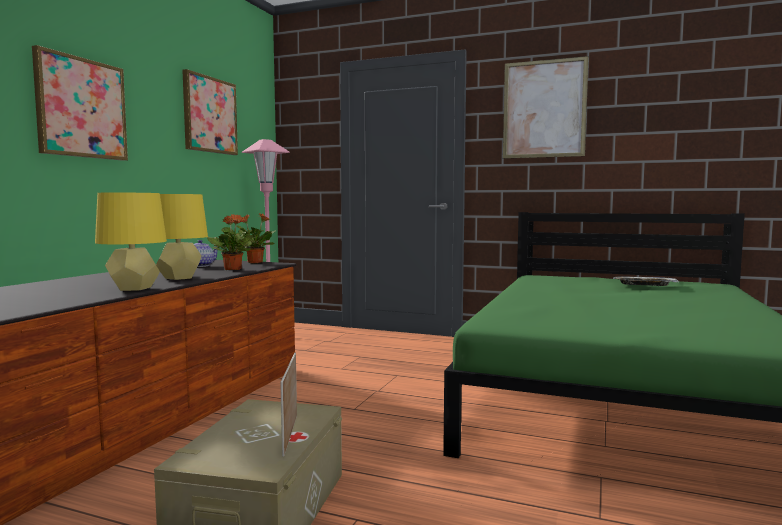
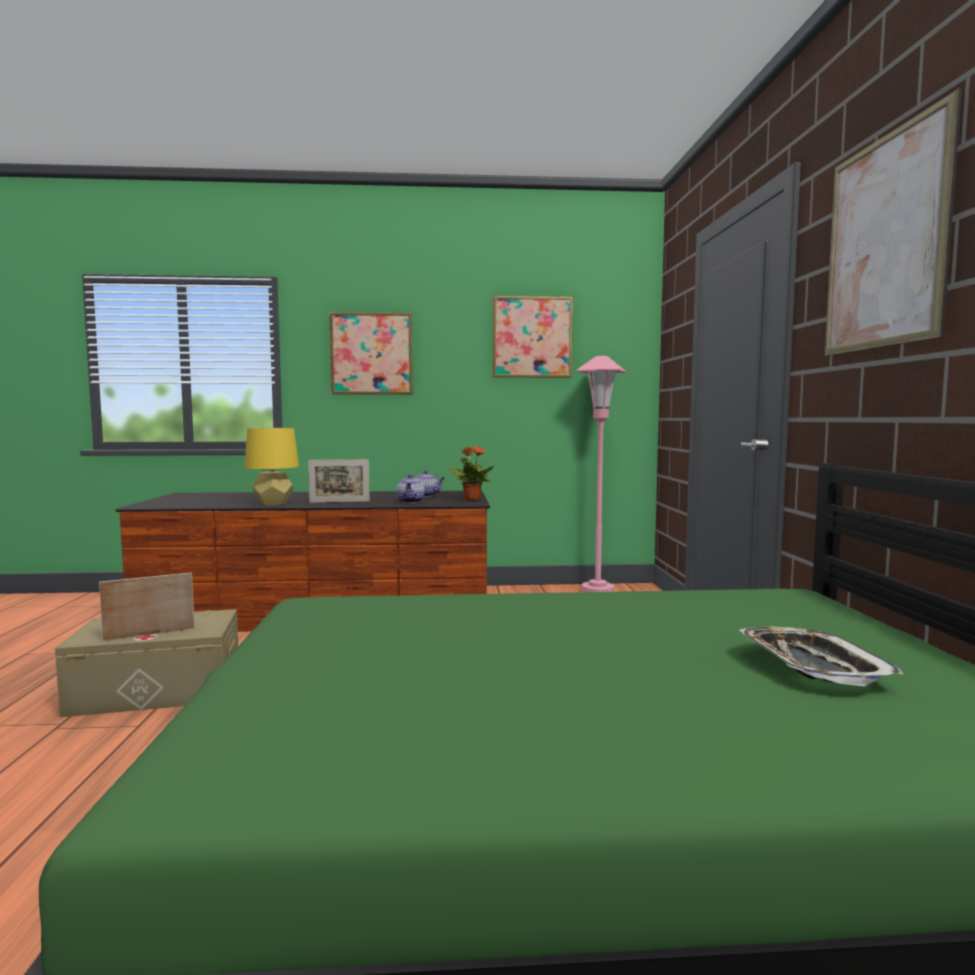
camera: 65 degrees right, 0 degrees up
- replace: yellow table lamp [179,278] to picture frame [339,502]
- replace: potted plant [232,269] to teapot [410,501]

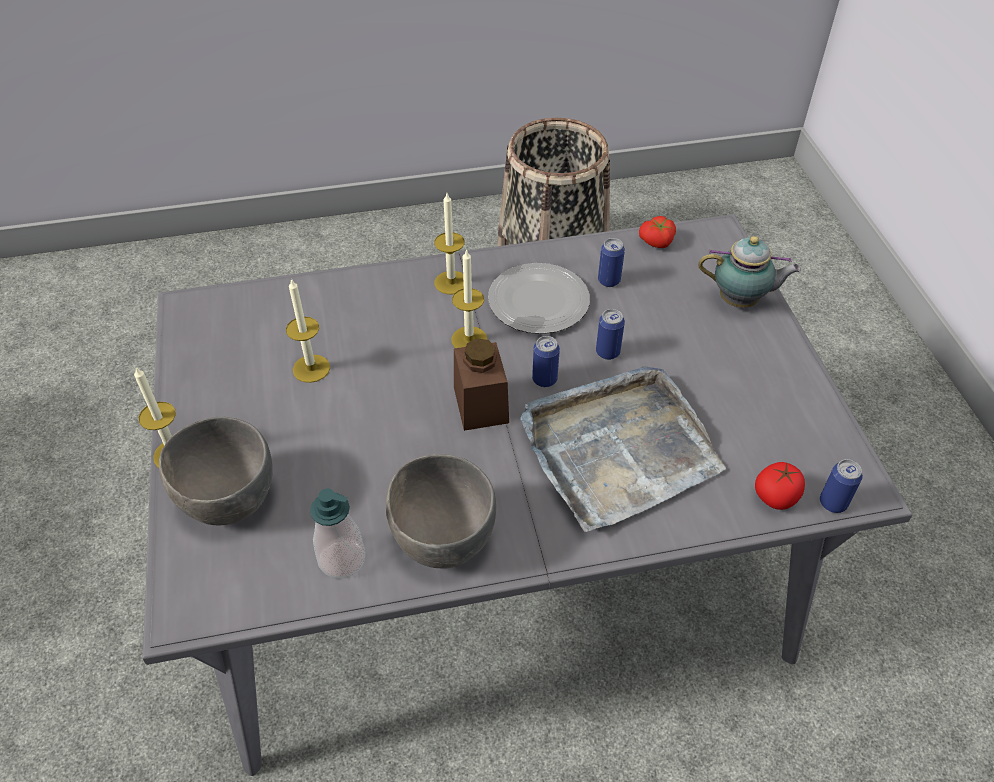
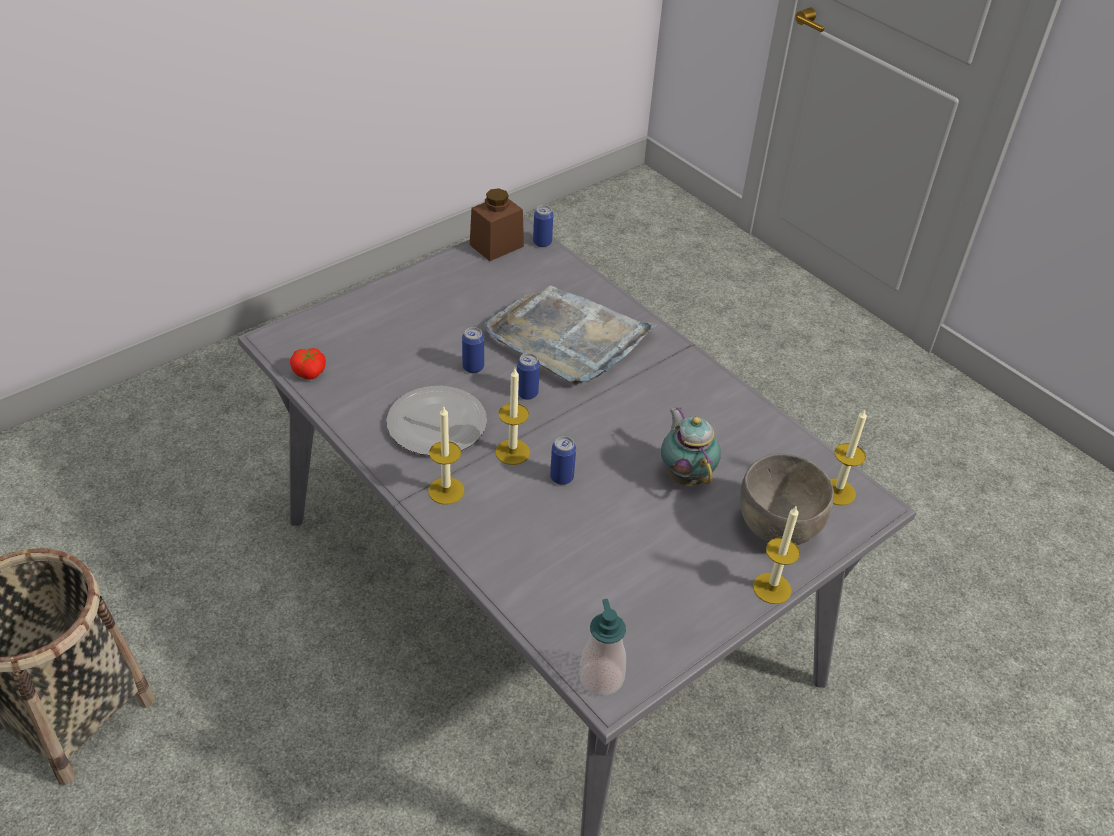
camera: 120 degrees left, 5 degrees down
- move: teapot [741,301] to [685,474]
- move: can [609,280] to [561,477]
- move: candle [311,368] to [837,492]
- move: brown jar [481,405] to [496,245]
- delete: grey bowl [443,538]
- delete: tomato [775,496]
- move: soap dispenser [342,559] to [601,678]

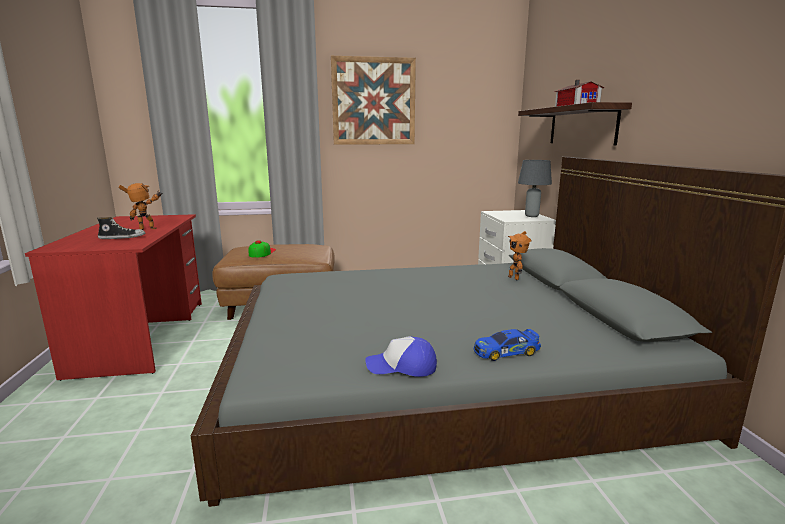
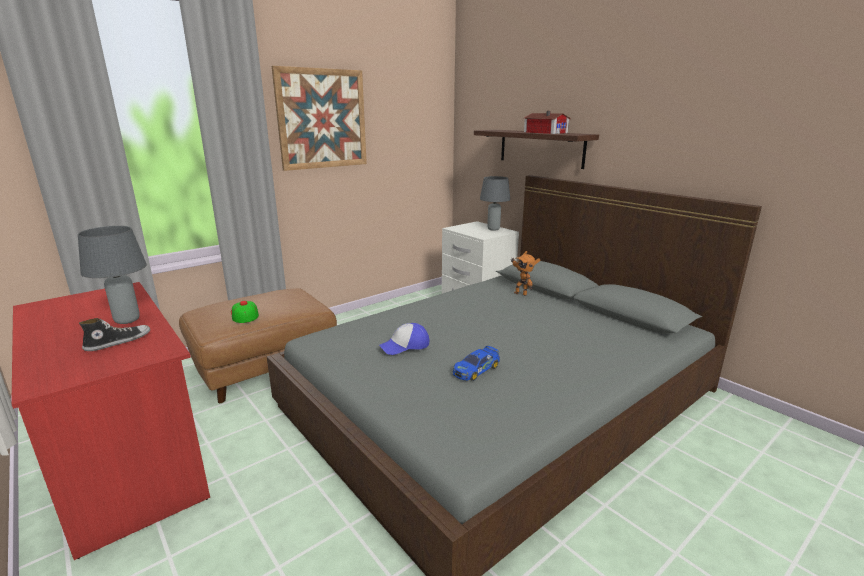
camera: 30 degrees left, 5 degrees up
- replace: toy robot [147,229] to grey table lamp [126,320]
- move: toy car [506,352] to [476,369]
- move: cap [402,367] to [405,346]

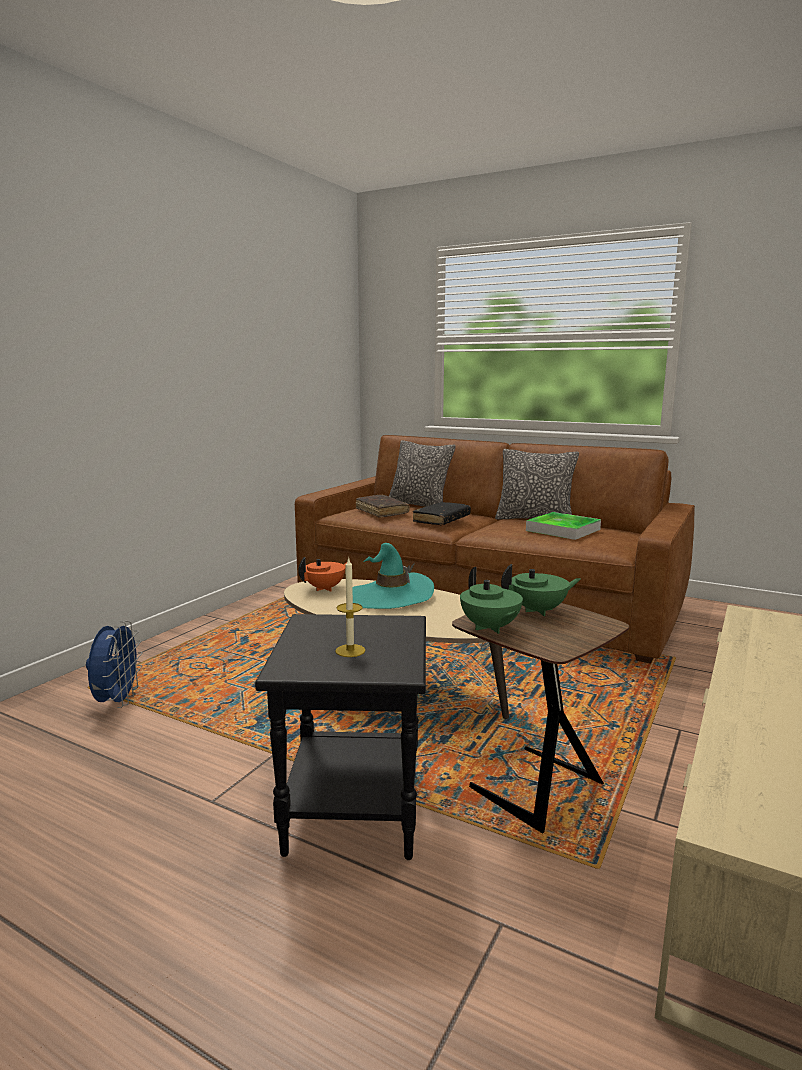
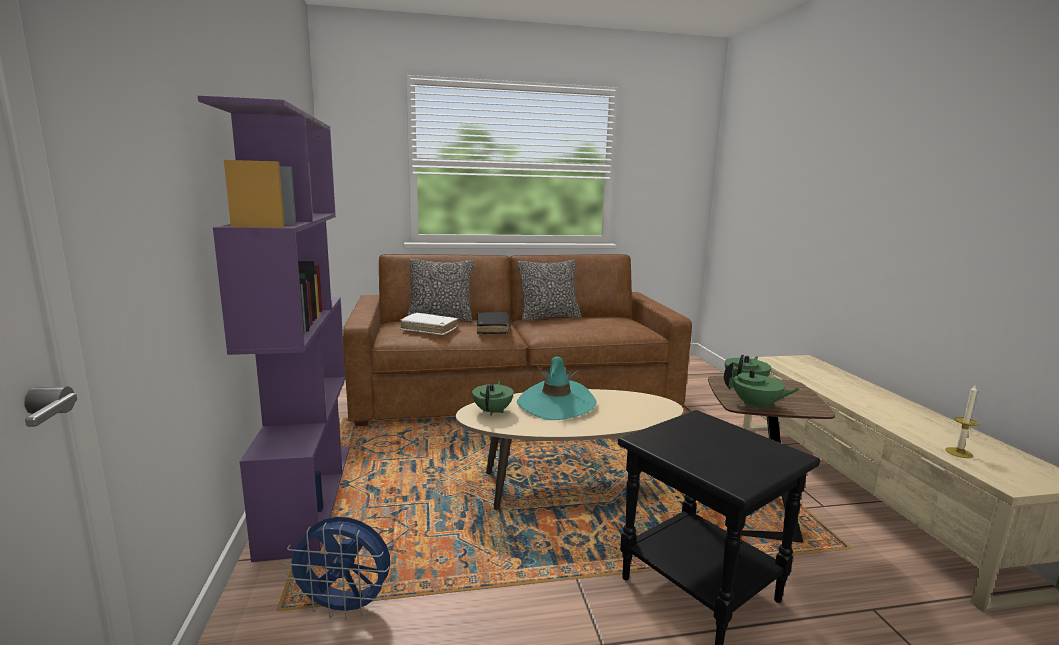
camera: 40 degrees left, 0 degrees up
- recolor: brown book [381,512] to white book [429,329]
- delete: tray [563,530]
- recolor: orange teapot [325,588] to green teapot [493,411]
- move: candle [350,650] to [959,452]
- rotate: blue fan [117,702] = [345,607] 135 degrees clockwise
- insert: purple bookcase [307,495]

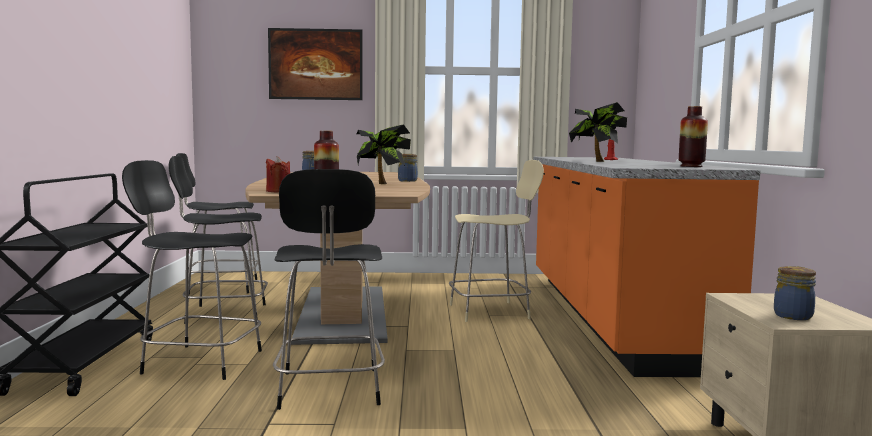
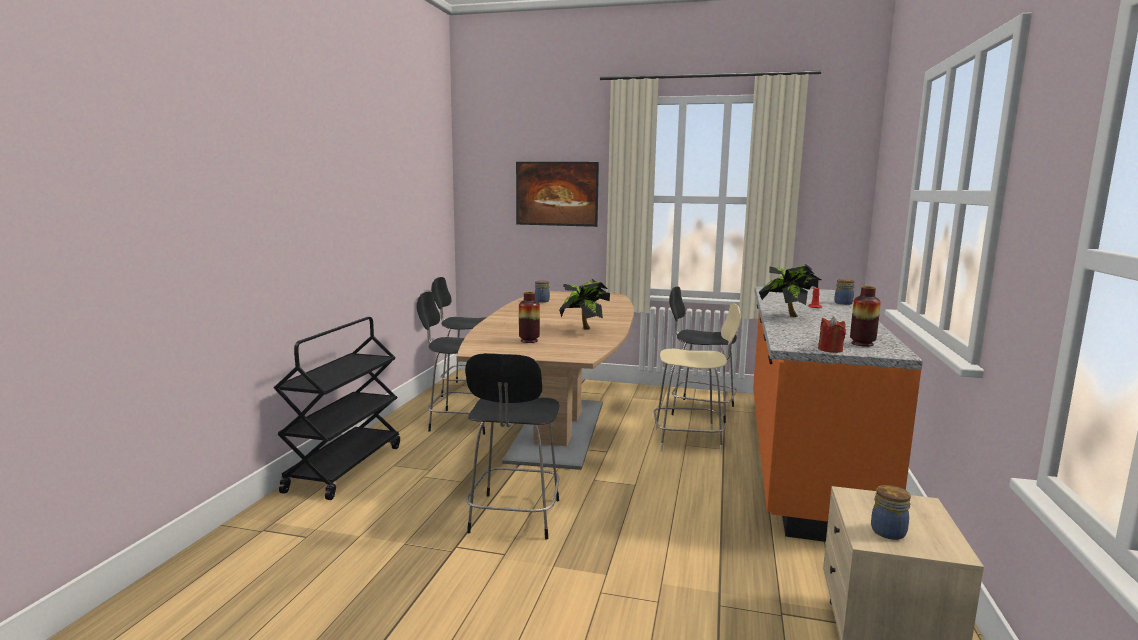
camera: 15 degrees right, 5 degrees up
- move: jar [407,181] to [843,303]
- move: red candle [278,191] to [830,349]
- move: black chair [199,361] to [700,410]

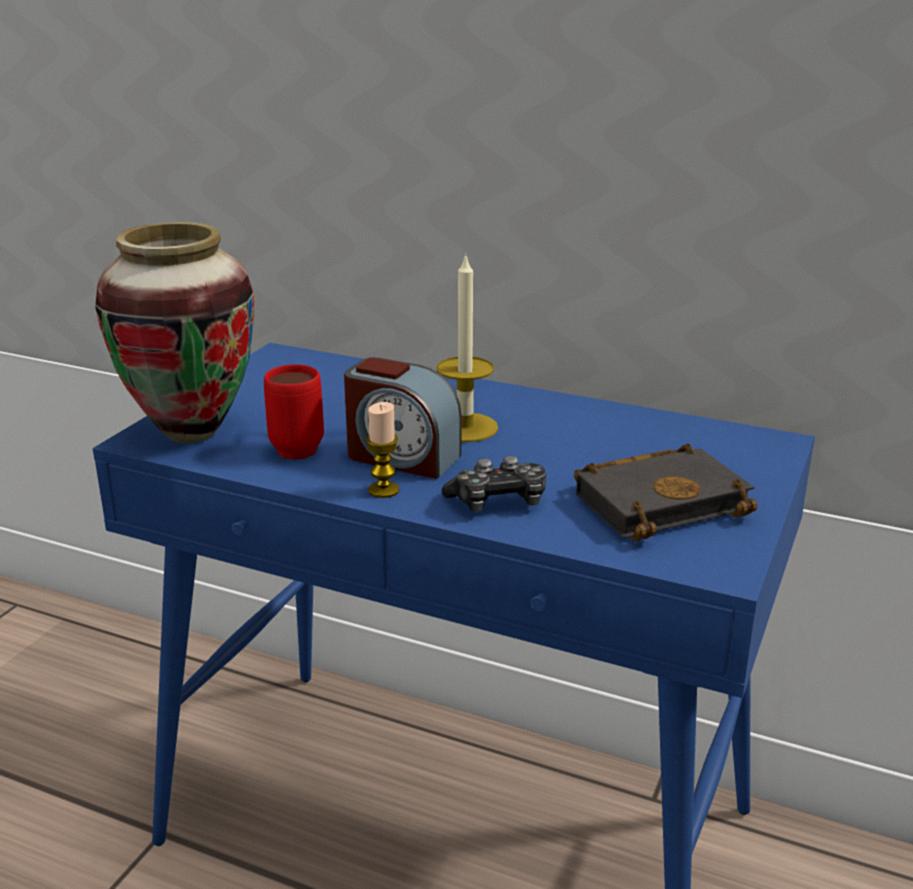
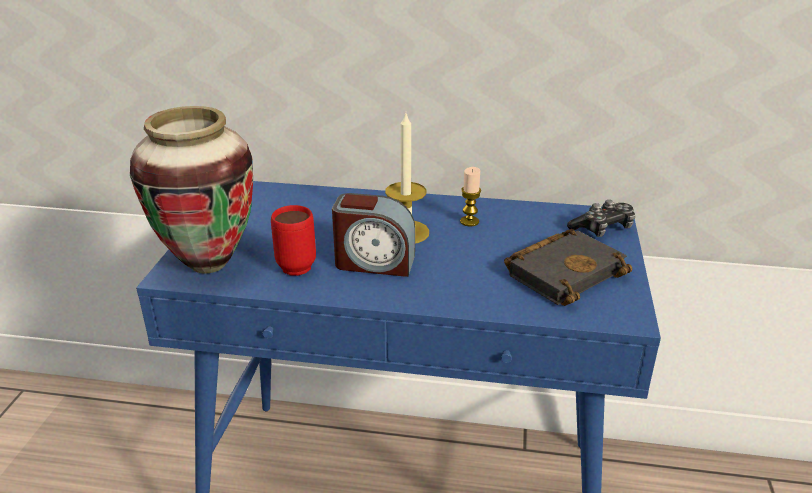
camera: 15 degrees left, 5 degrees up
- move: candle [383,490] to [469,221]
- move: game controller [498,502] to [602,229]

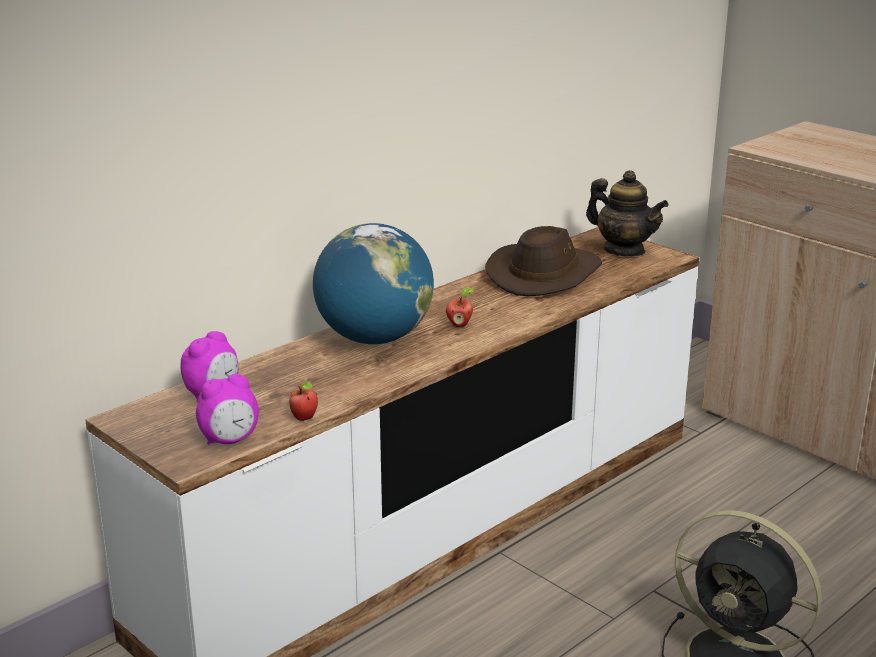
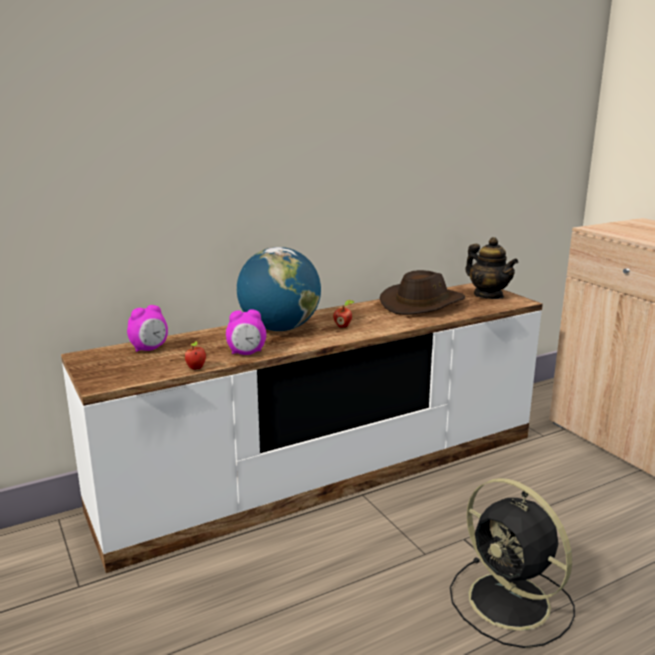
camera: 15 degrees right, 5 degrees down
- move: alarm clock [230,440] to [246,353]

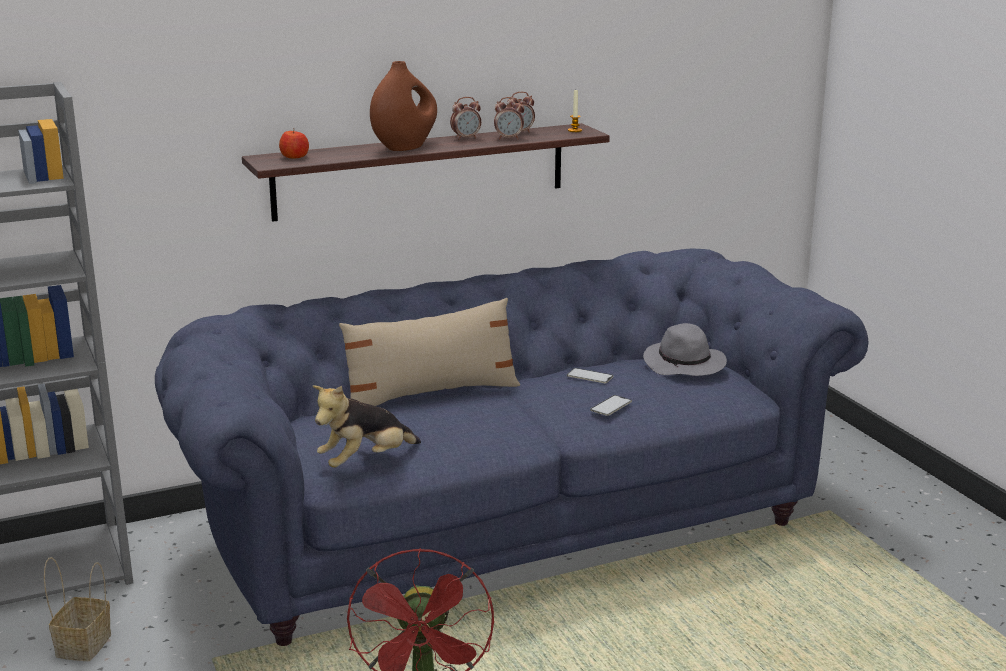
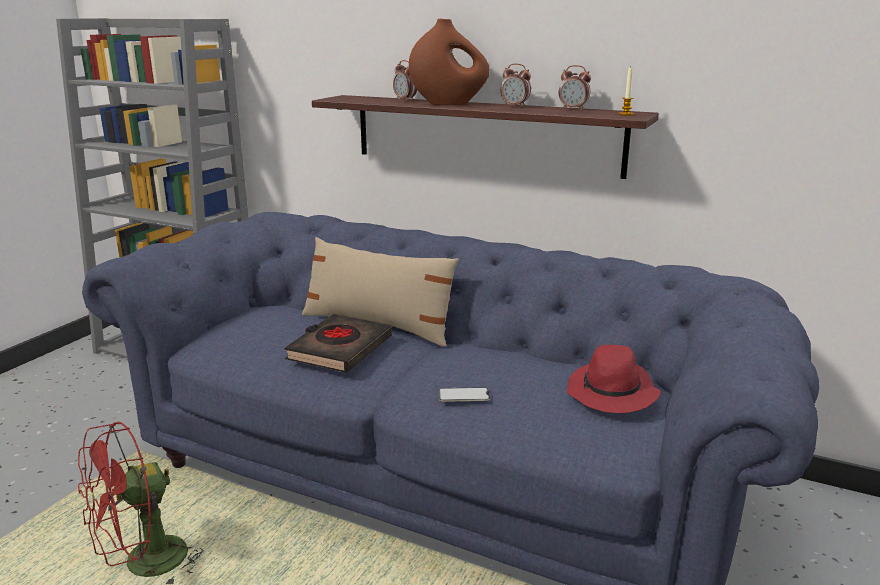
camera: 50 degrees right, 0 degrees up
- move: alarm clock [509,138] to [405,100]
- delete: apple [295,157]
- recolor: grey hat [685,365] to red hat [612,393]
- delete: phone [590,376]
- delete: plush toy [365,461]
- delete: basket [83,644]
- insert: black book [339,349]

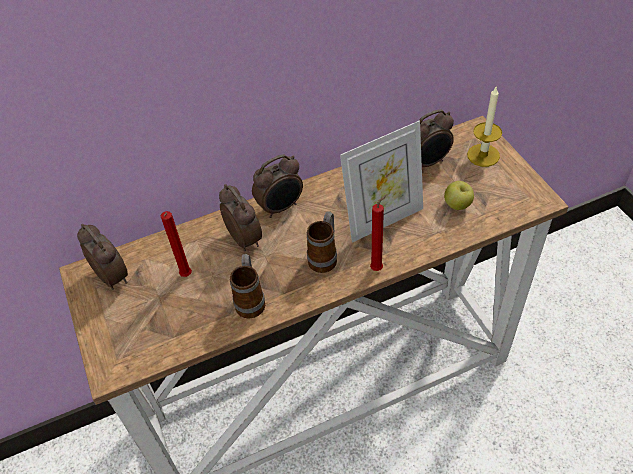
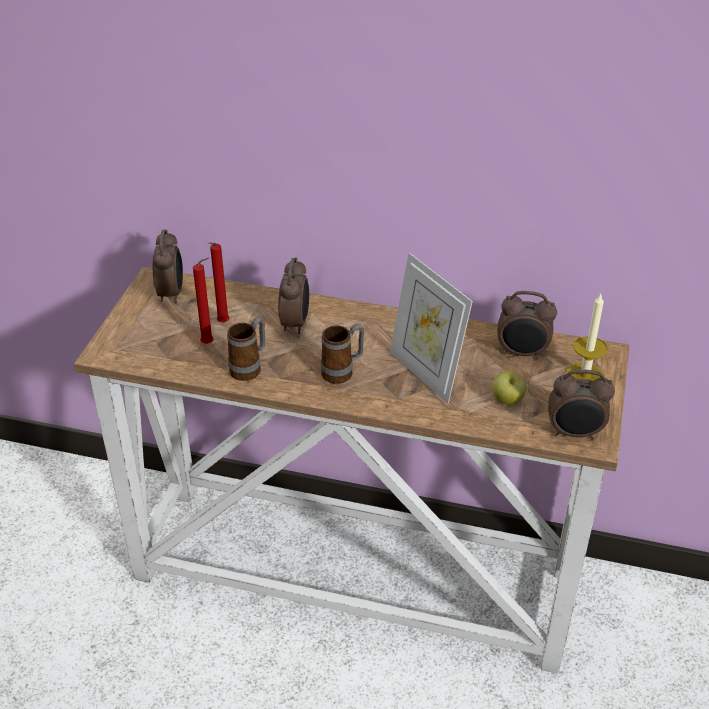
camera: 35 degrees right, 10 degrees down
- rotate: picture frame [383,219] = [426,373] 45 degrees clockwise
- move: alarm clock [281,207] to [574,433]
- move: red candle [378,268] to [209,343]

